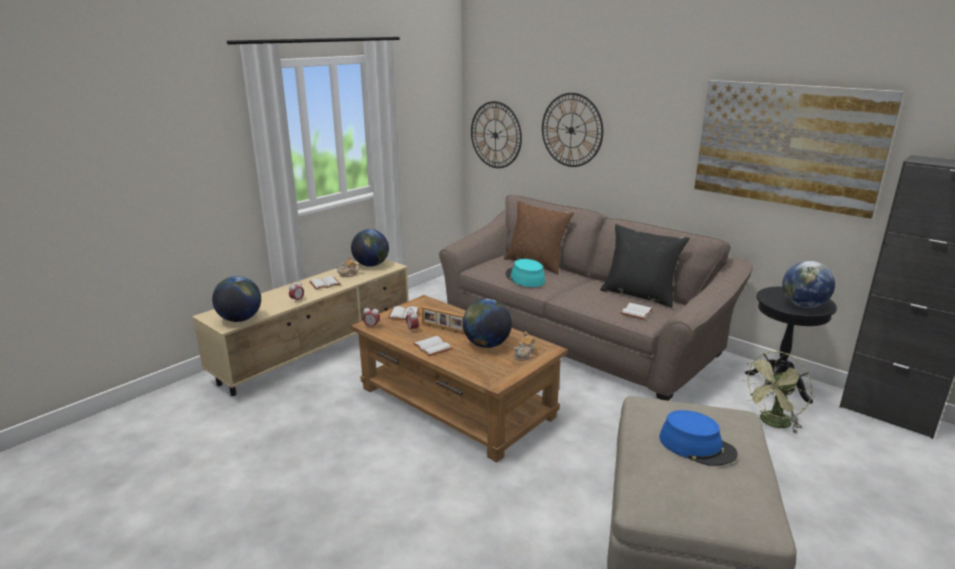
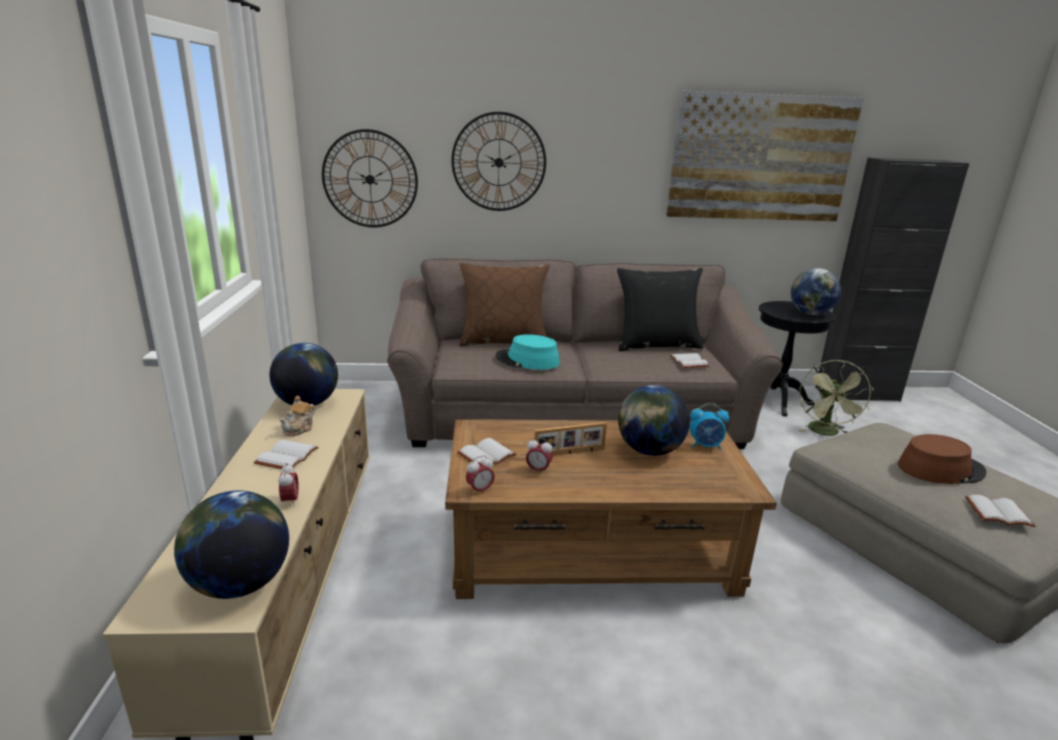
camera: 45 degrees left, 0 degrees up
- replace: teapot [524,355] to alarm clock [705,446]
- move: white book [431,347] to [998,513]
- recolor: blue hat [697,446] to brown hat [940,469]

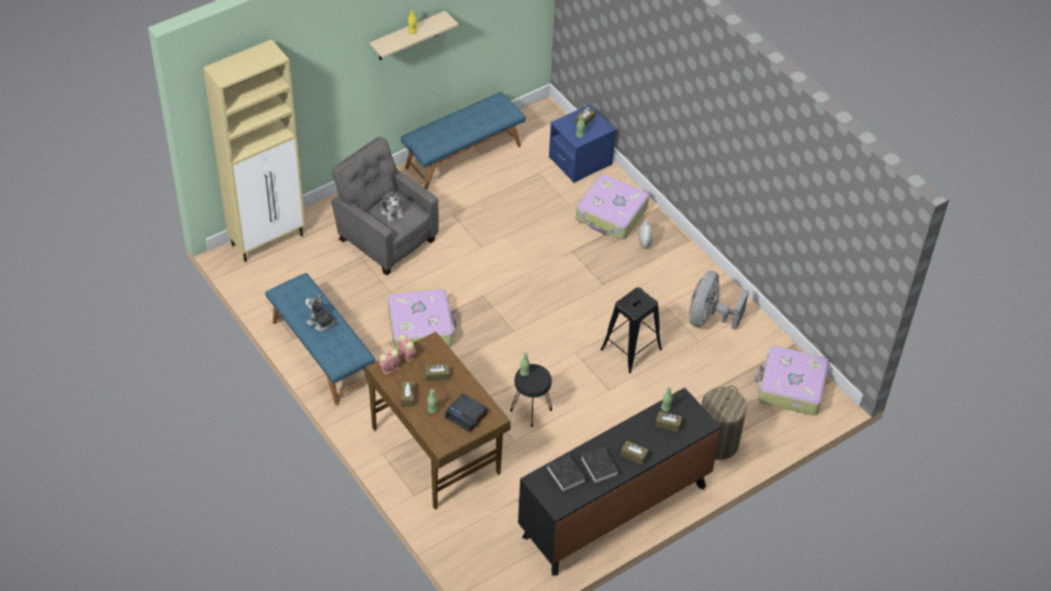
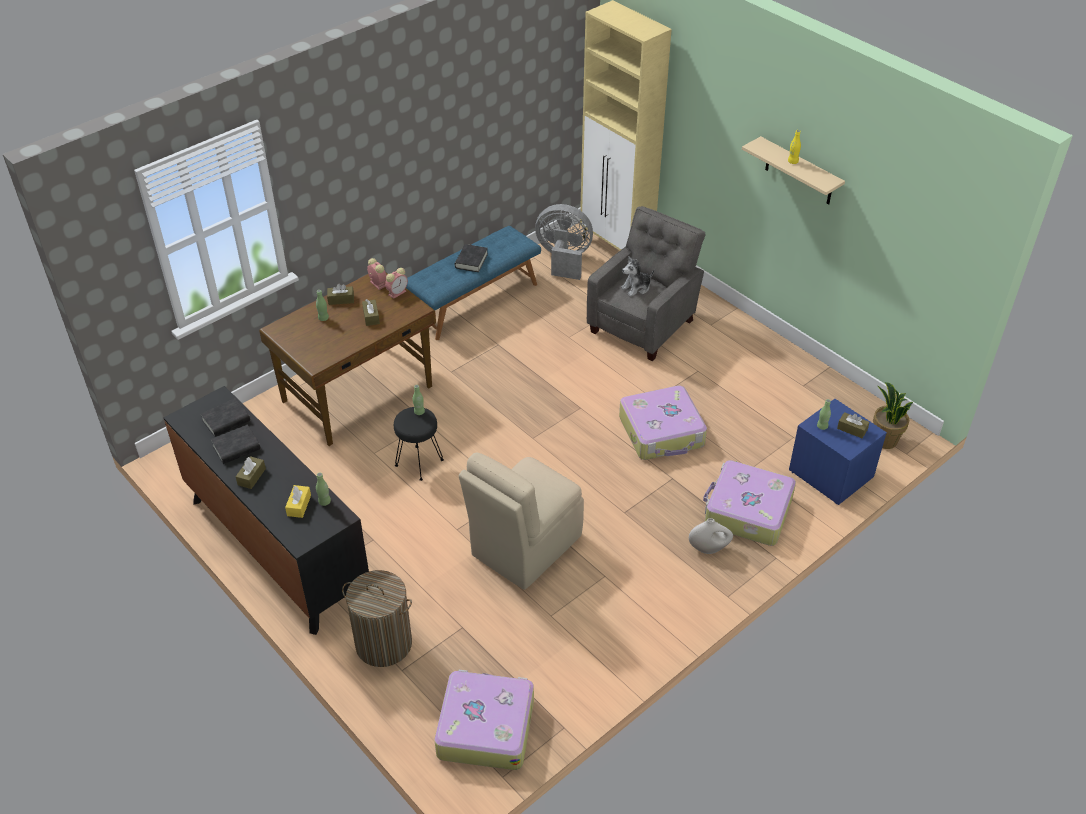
camera: 85 degrees right, 5 degrees down
- delete: blue bench [463,156]
- move: grey fan [709,318] to [563,259]
- replace: black stool [631,349] to beige chair [524,547]
- move: suitcase [421,327] to [662,432]
- replace: plush toy [320,322] to black book [471,261]
- delete: alarm clock [467,415]
- recolor: brown tissue box [668,424] to yellow tissue box [299,505]
- insert: potted plant [884,440]

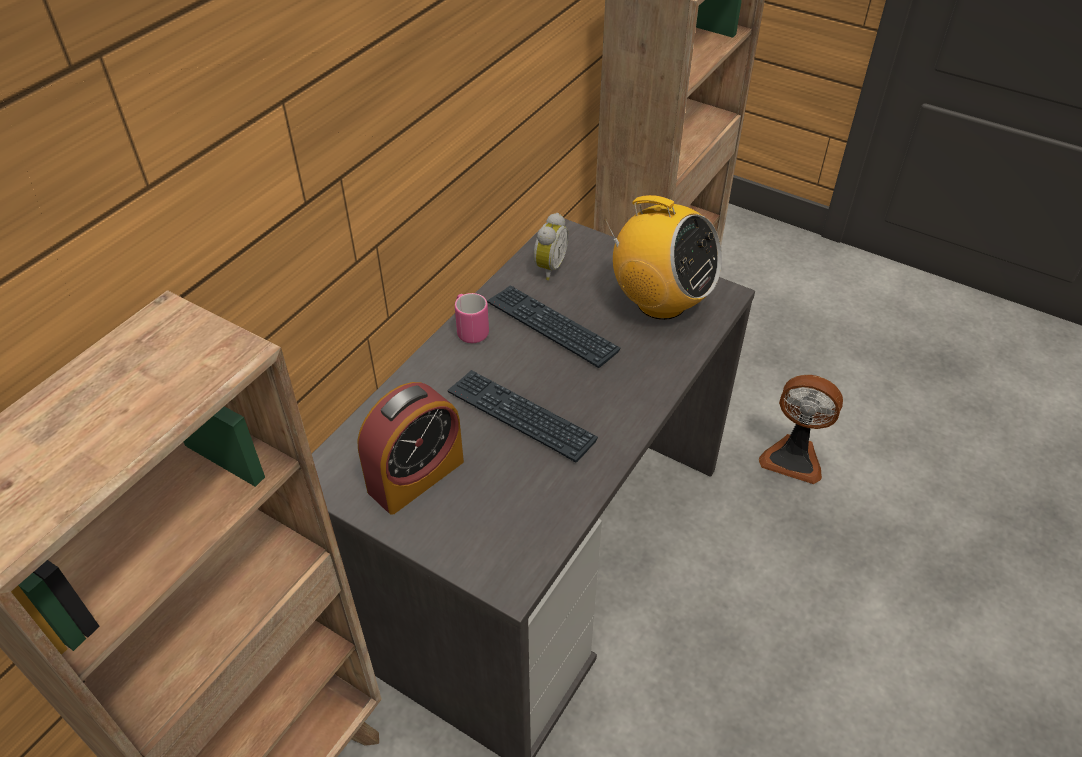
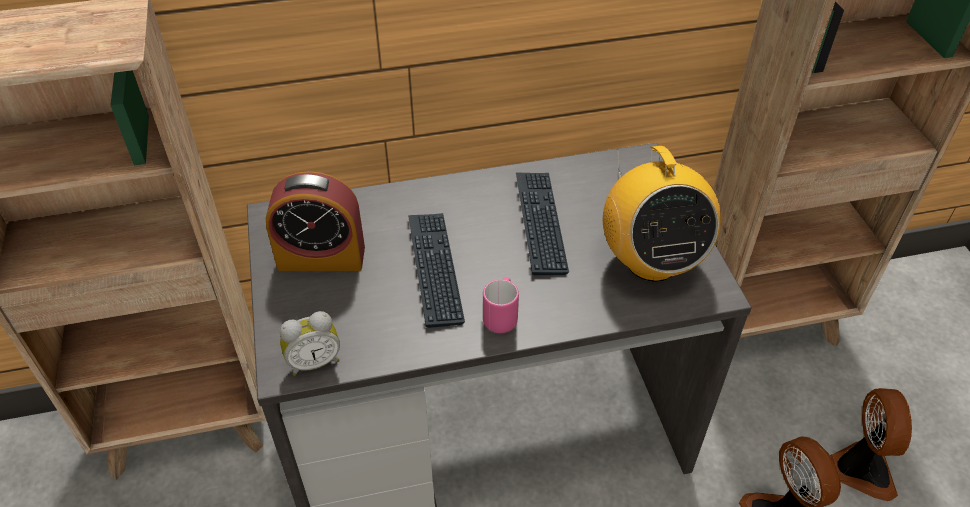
camera: 45 degrees right, 0 degrees up
- move: alarm clock [548,267] to [314,361]
- move: pink mug [470,330] to [501,316]
- insert: fan [860,469]

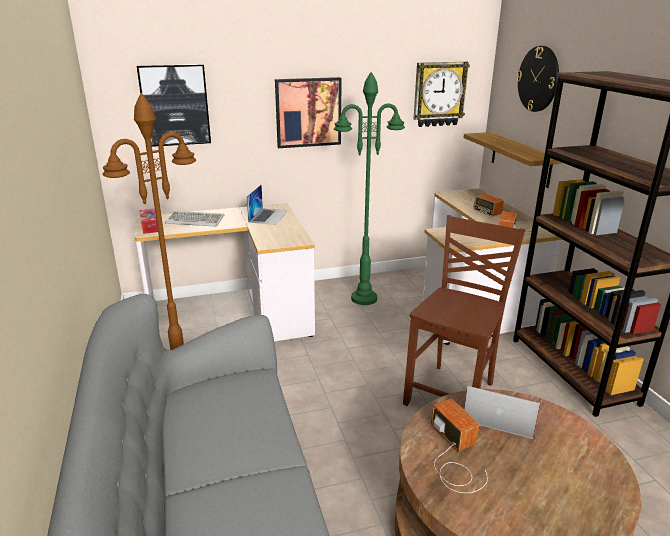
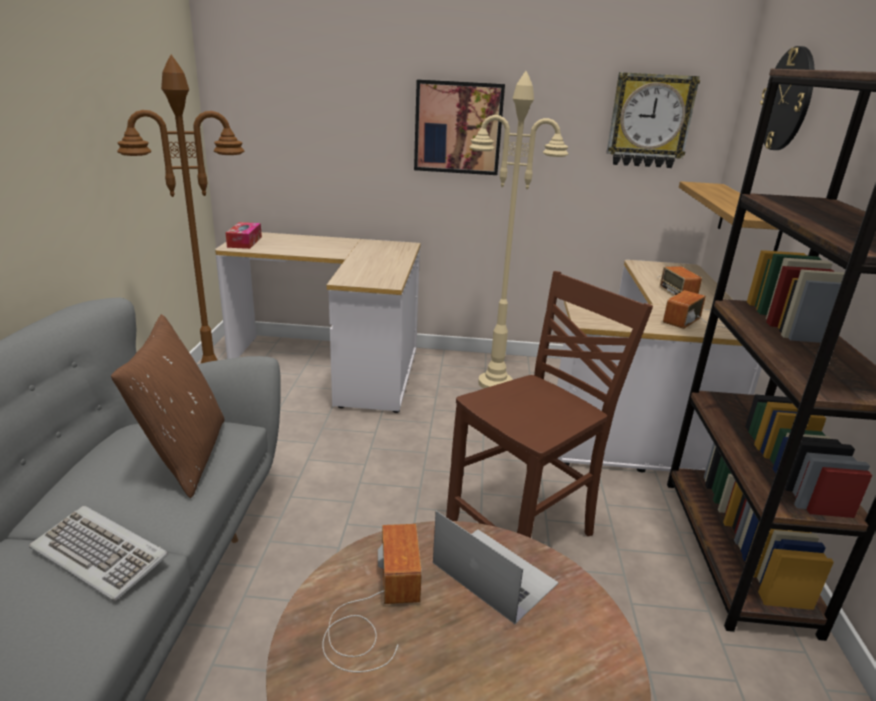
camera: 20 degrees right, 0 degrees up
- delete: picture [175,105]
- recolor: green floor lamp [364,298] to beige floor lamp [496,383]
- delete: laptop [268,216]
- move: keyboard [195,221] to [101,554]
- insert: brown pillow [185,456]

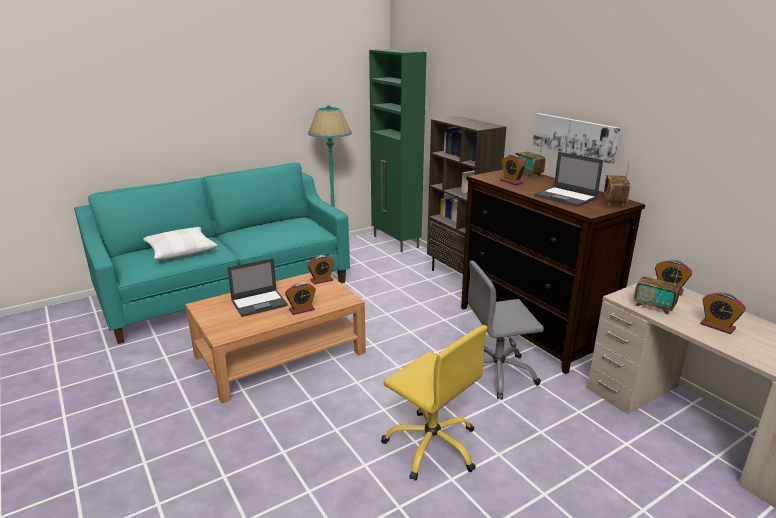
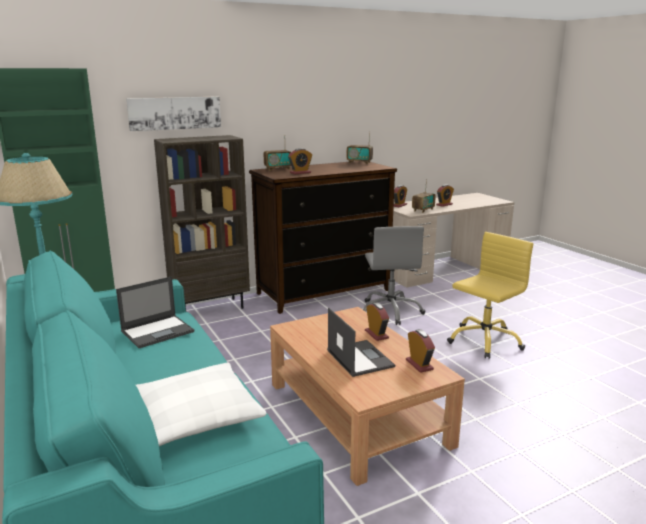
camera: 85 degrees left, 5 degrees down
- move: picture [574,136] to [175,113]
- move: laptop [566,197] to [158,331]
- move: alarm clock [321,280] to [419,365]

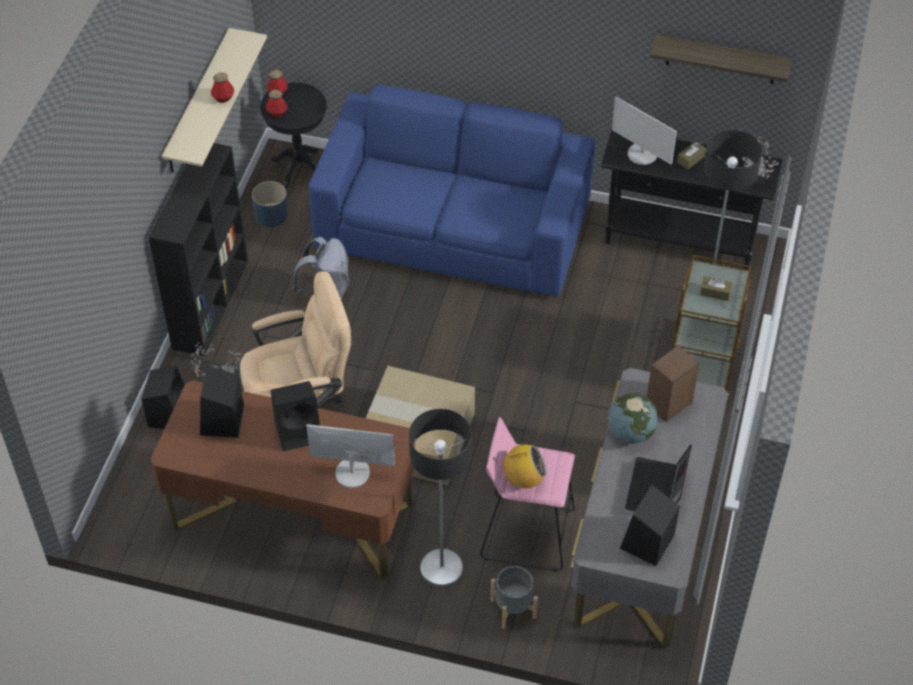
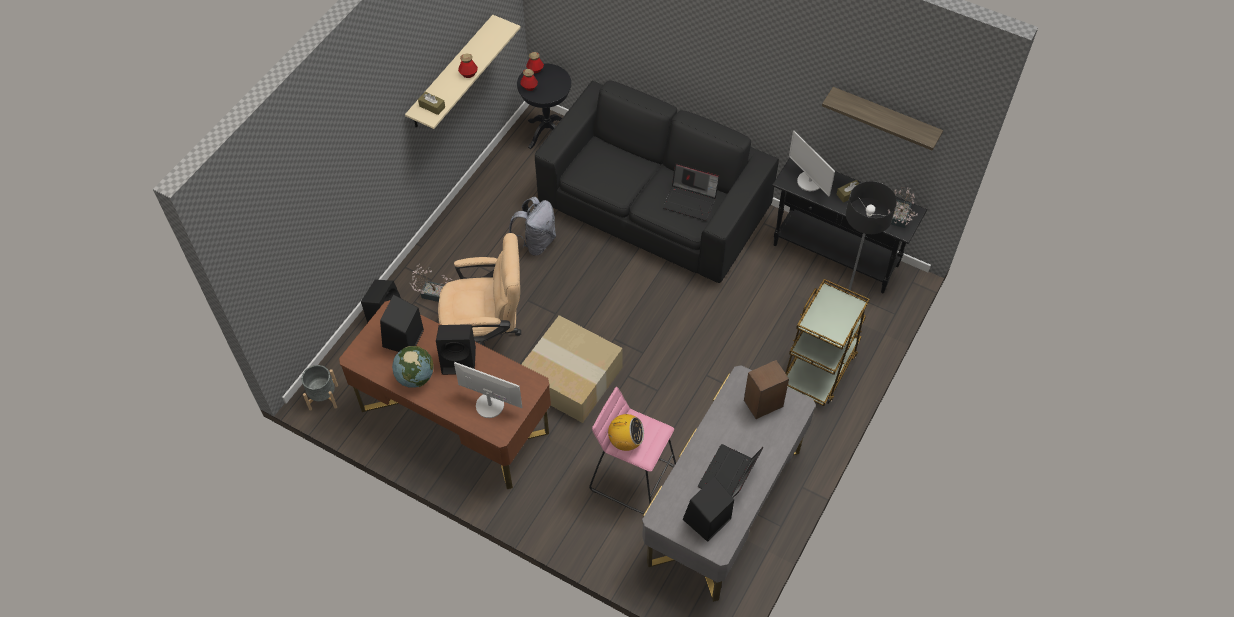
camera: 15 degrees right, 5 degrees up
- recolor: blue sofa [453,227] to black sofa [654,206]
- delete: black bookcase [211,302]
- delete: blue planter [271,214]
- move: brown tissue box [715,292] to [432,106]
- move: globe [630,433] to [415,377]
- delete: floor lamp [441,568]
- move: grey planter [513,608] to [324,397]
- insert: laptop [691,201]

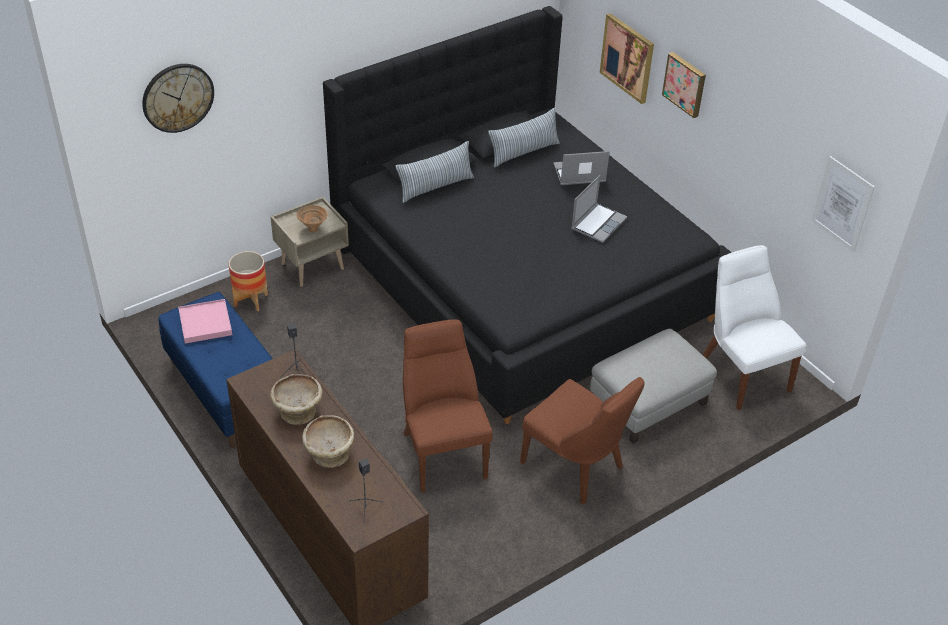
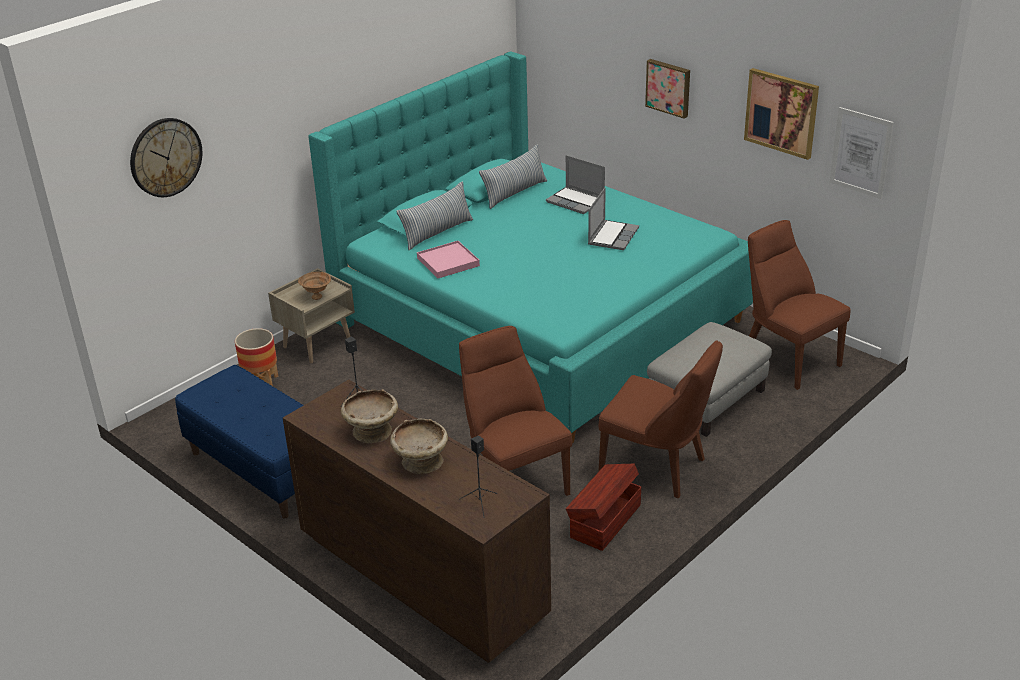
camera: 10 degrees left, 10 degrees down
- recolor: black bed [522,280] to turquoise bed [538,320]
- move: picture [627,58] to [781,112]
- rotate: laptop [578,174] = [576,201] 120 degrees counterclockwise
- recolor: white chair [742,372] to brown chair [787,358]
- move: pink tray [205,323] to [448,262]
- insert: brown storage box [604,521]

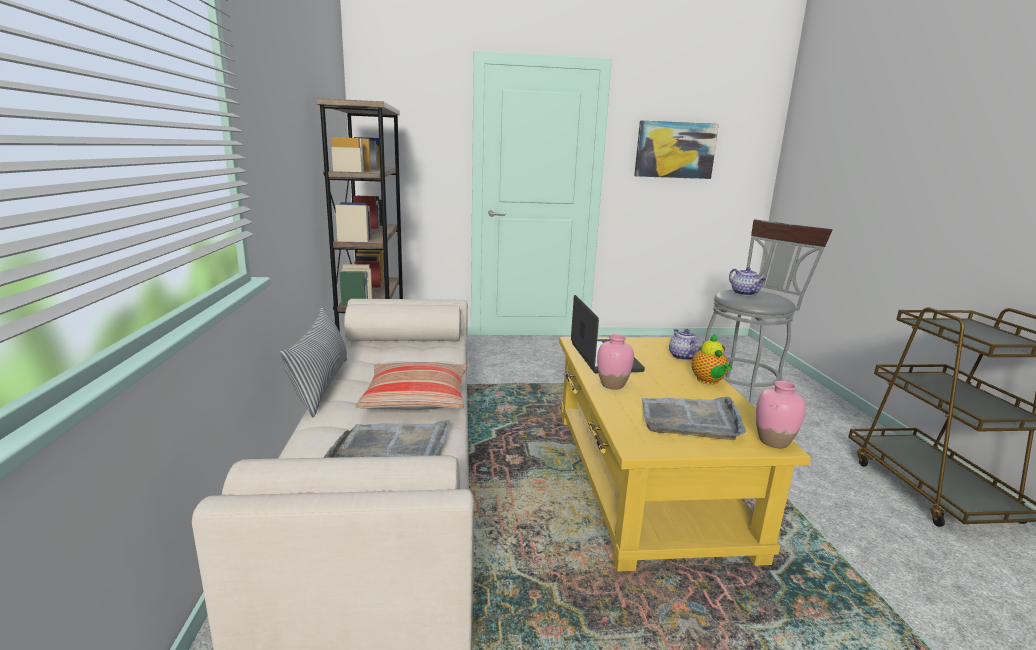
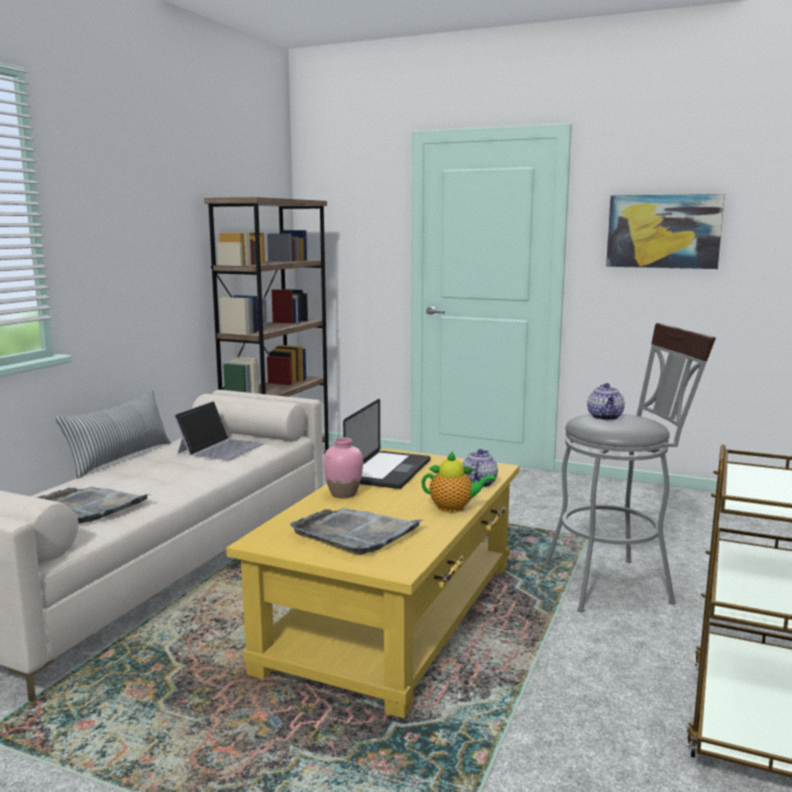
camera: 30 degrees right, 5 degrees down
- rotate: teapot [708,381] = [454,508] 105 degrees counterclockwise
- delete: pillow [416,399]
- delete: pink vase [774,441]
- insert: laptop [220,448]

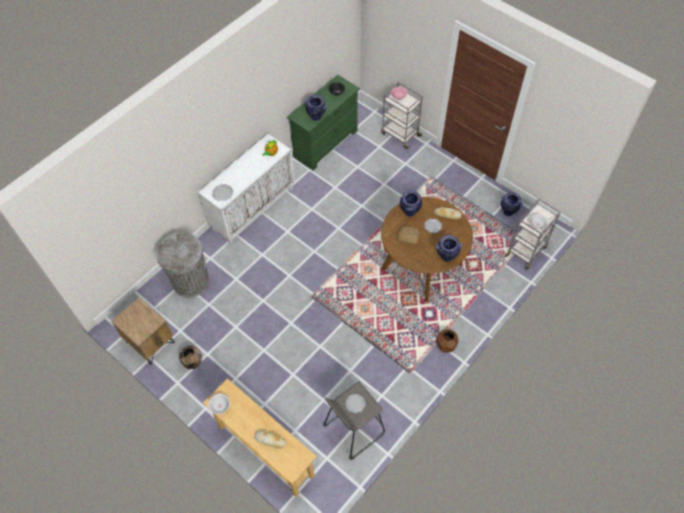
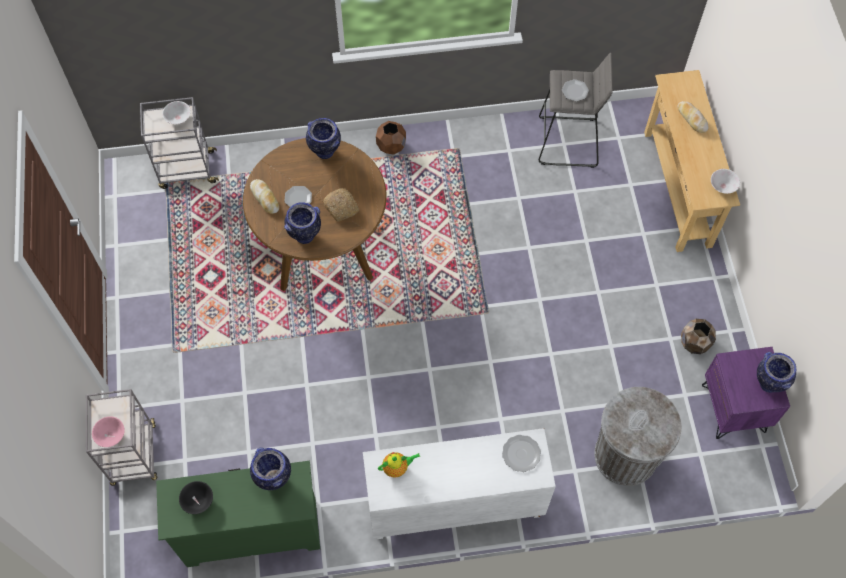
camera: 140 degrees left, 5 degrees up
- move: vase [508,212] to [768,383]
- recolor: brown nightstand [150,342] to purple nightstand [734,408]

